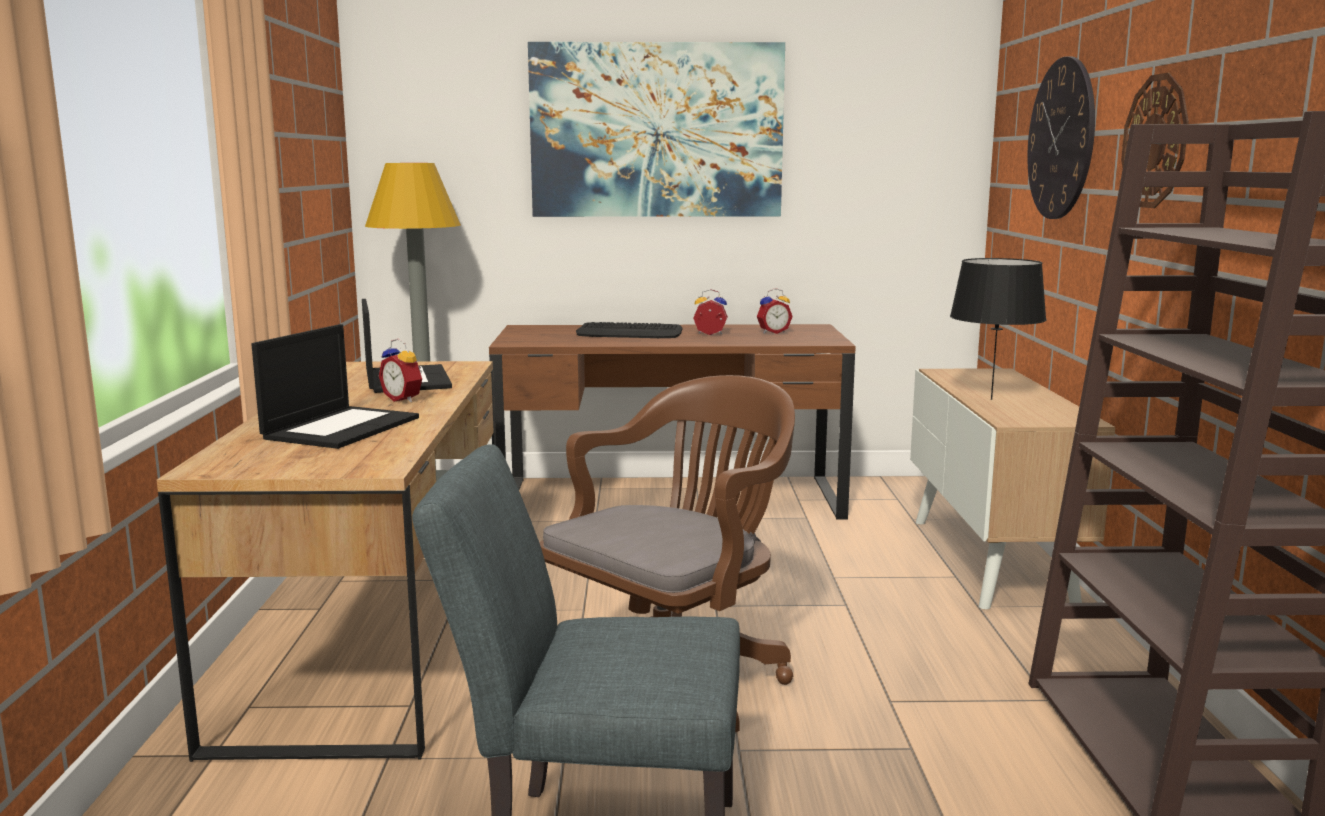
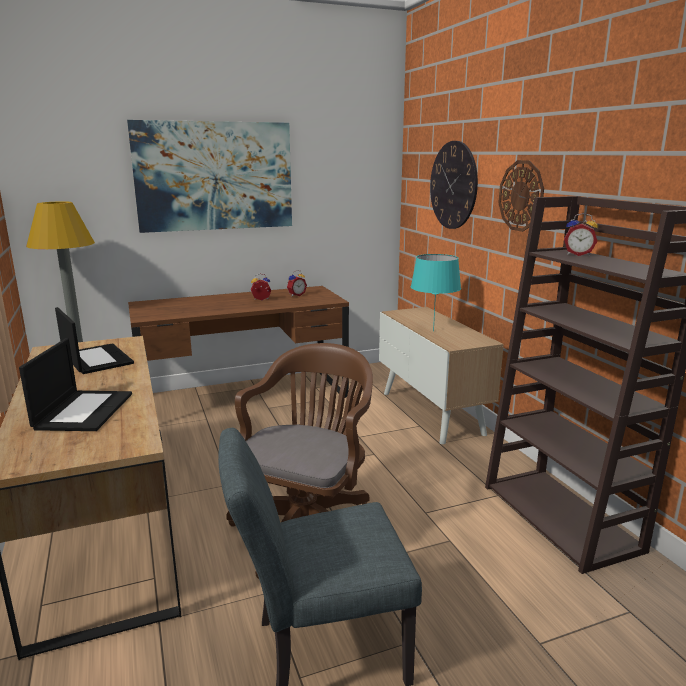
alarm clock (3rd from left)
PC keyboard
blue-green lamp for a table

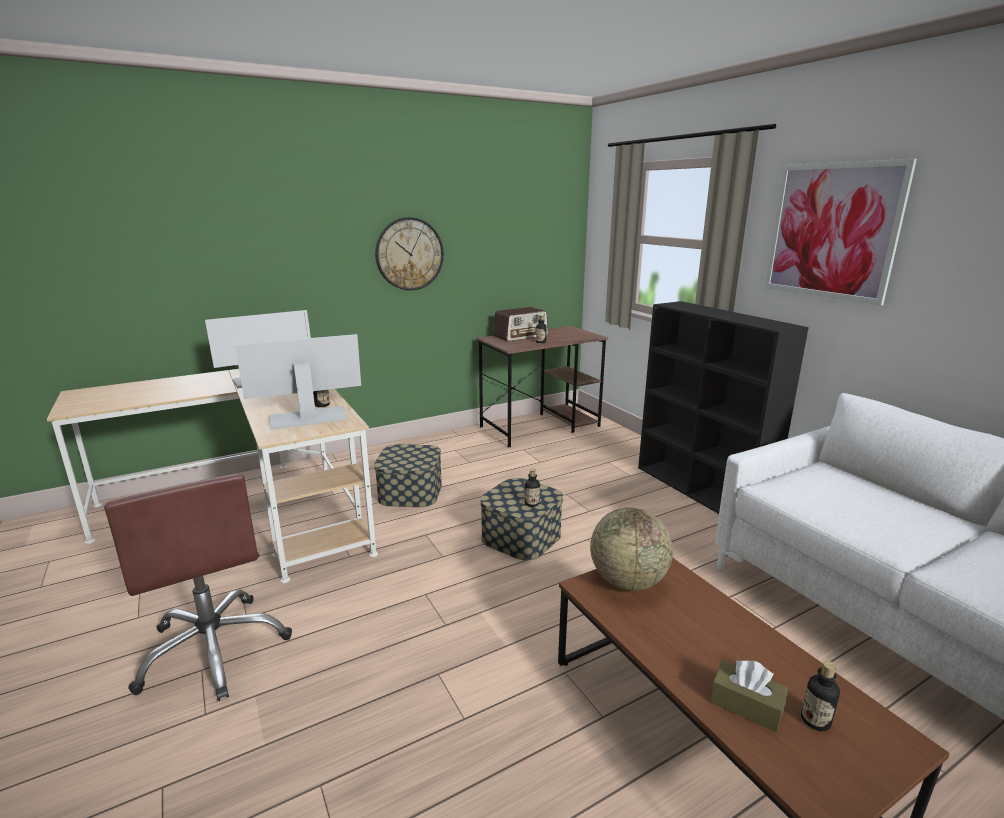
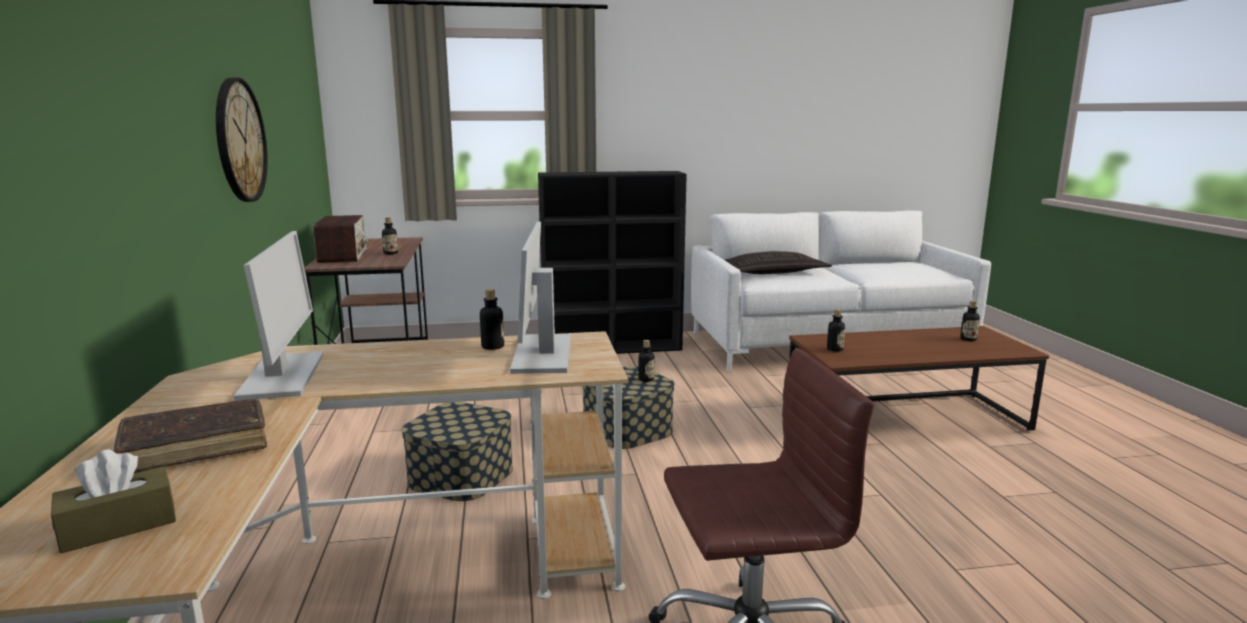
bottle (4th from left)
brown tissue holder
wall picture
brown volume
throw pillow

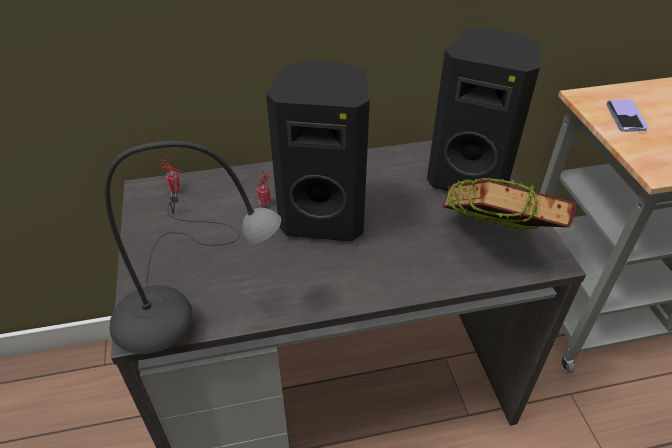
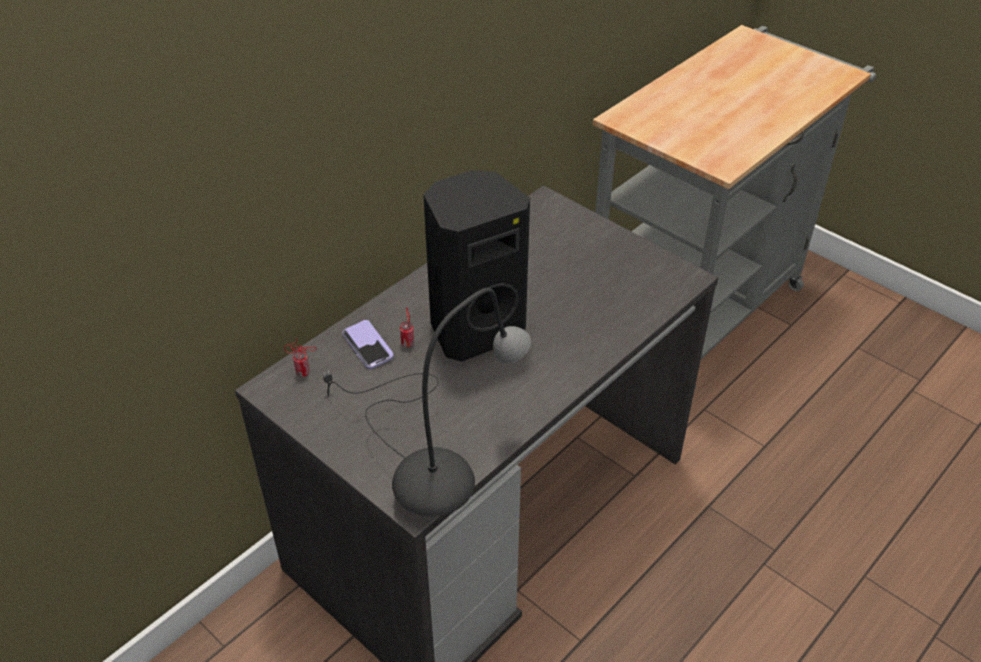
black loudspeaker (2nd from left in the first image)
volume
phone

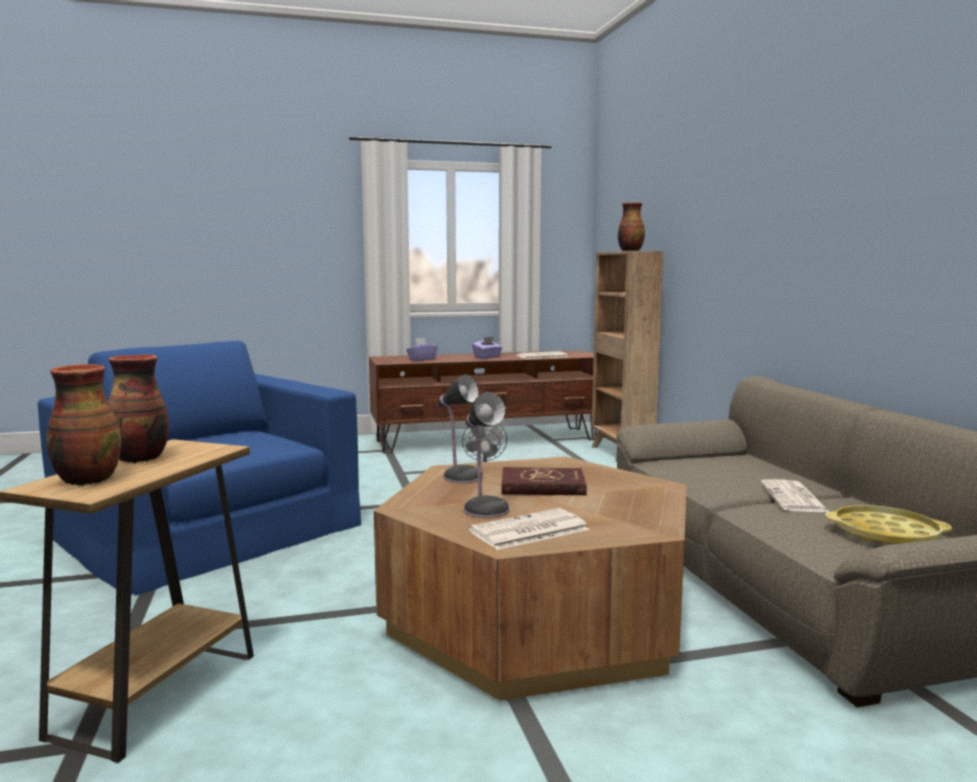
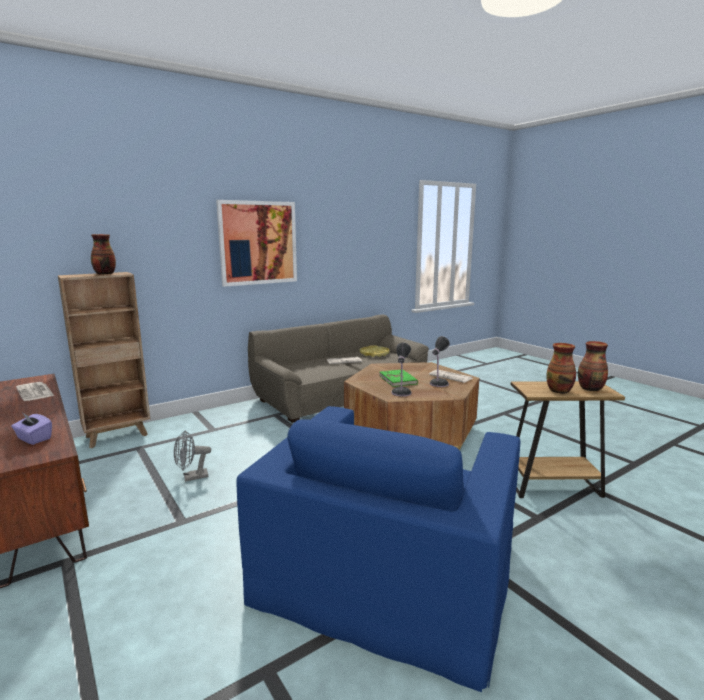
purplish tissue holder (2nd from left in the first image)
greenish volume
wall picture

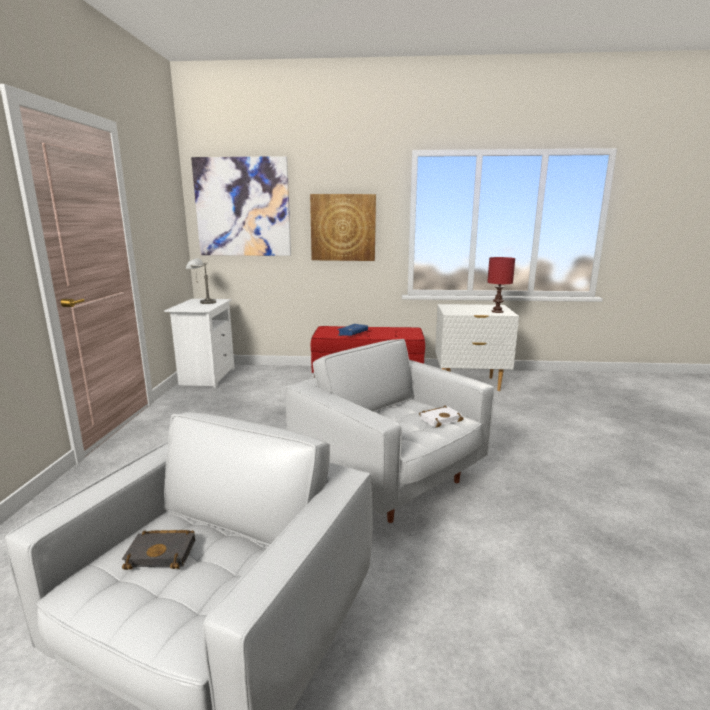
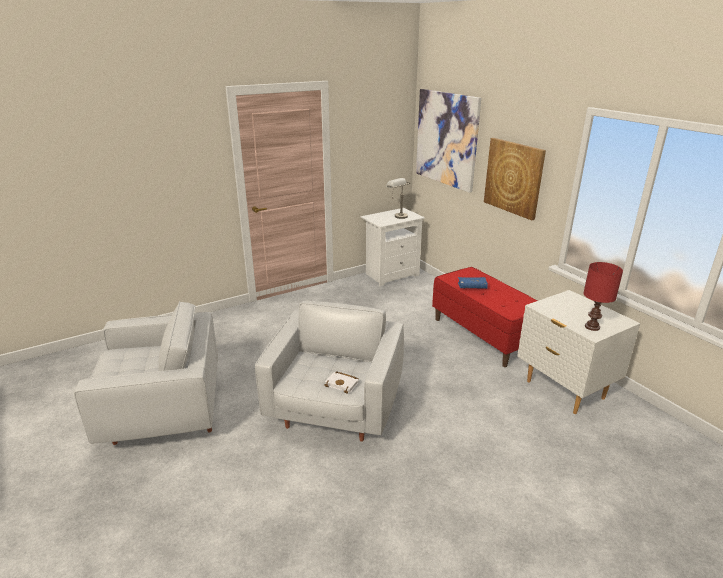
black volume

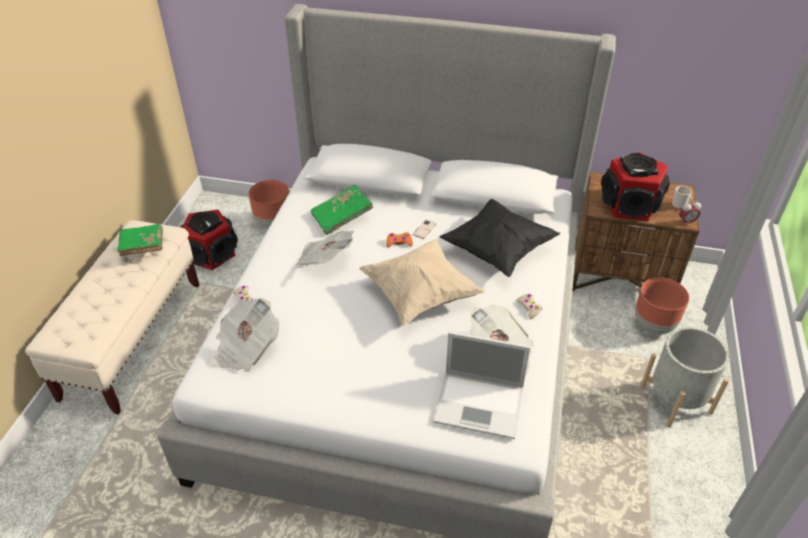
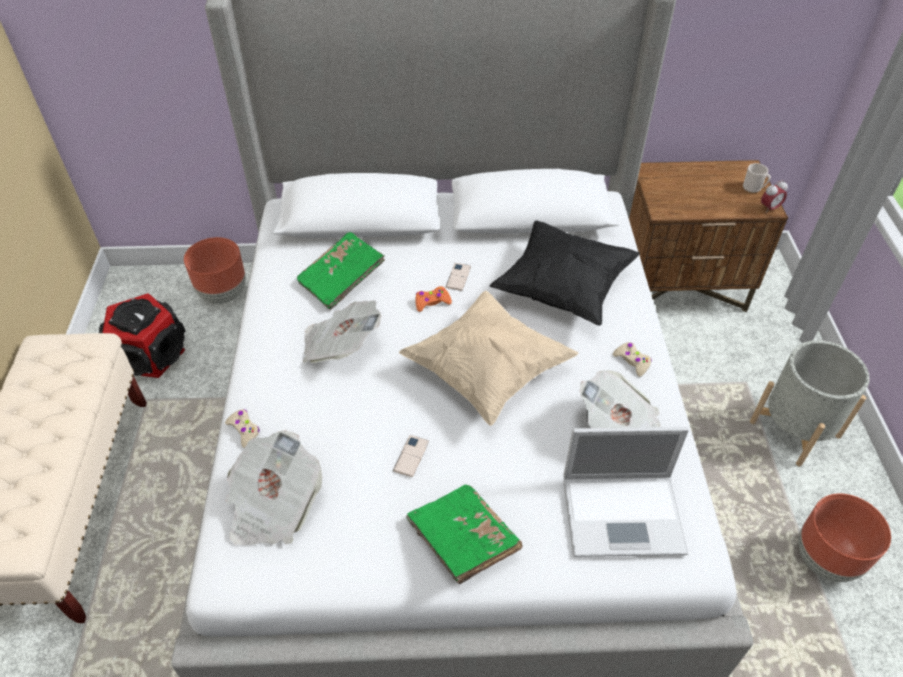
greenish volume (2nd from left)
loudspeaker (2nd from left in the first image)
brown flower pot (2nd from left)
phone (1st from left)

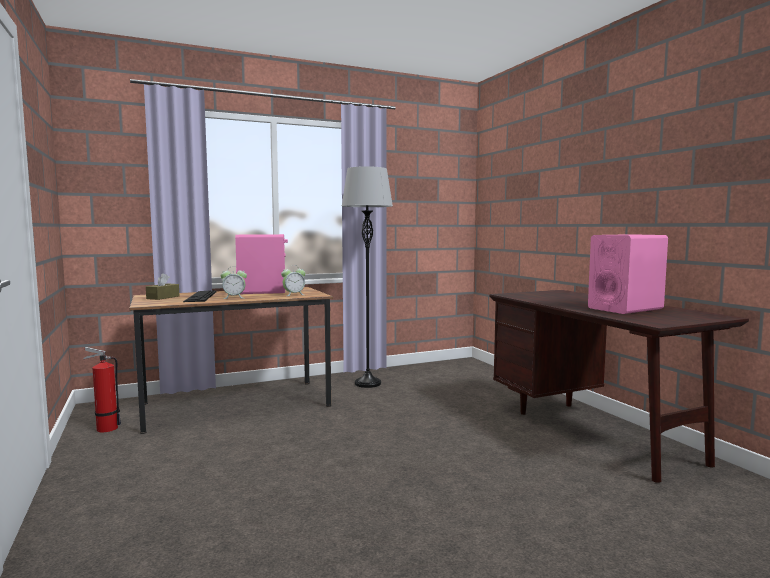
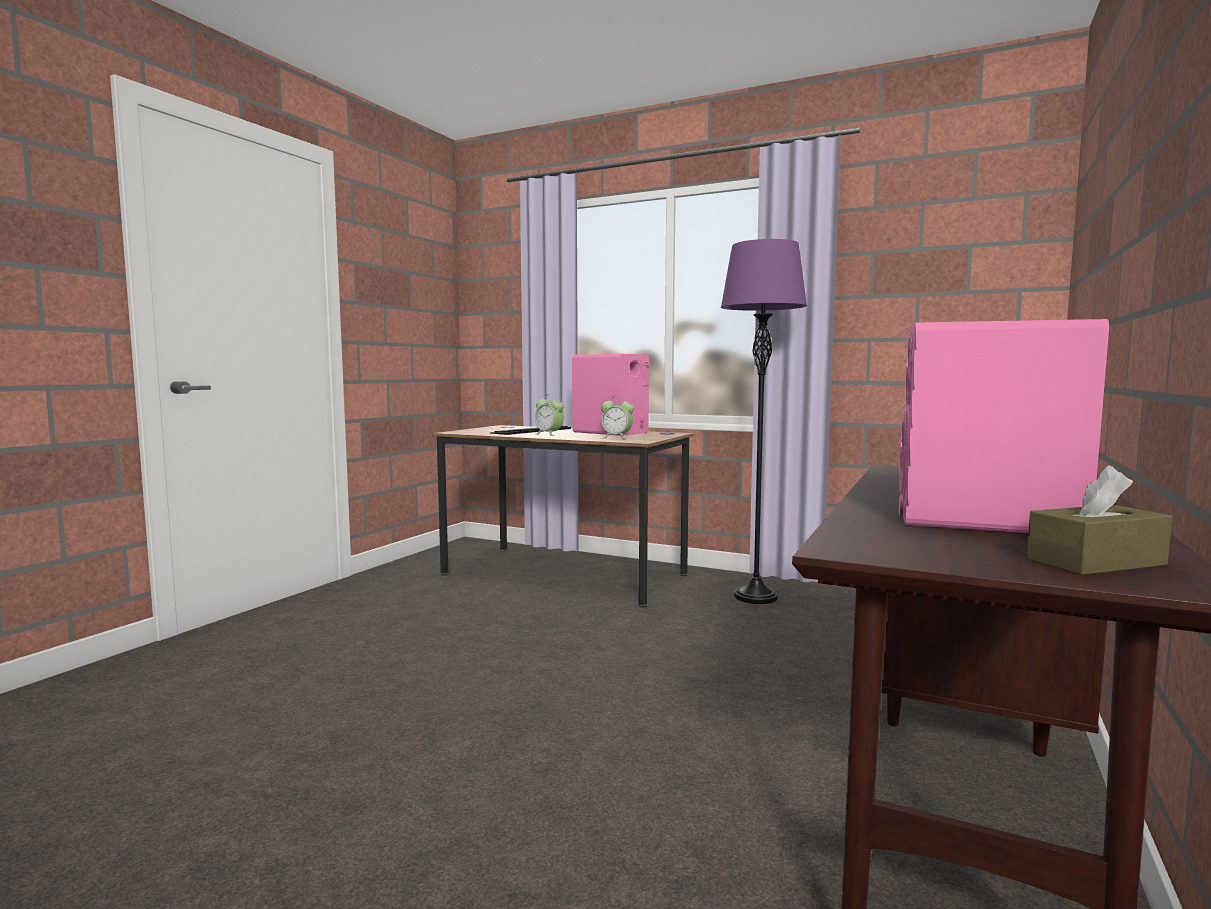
fire-fighting cylinder
brown tissue holder
purplish standard lamp

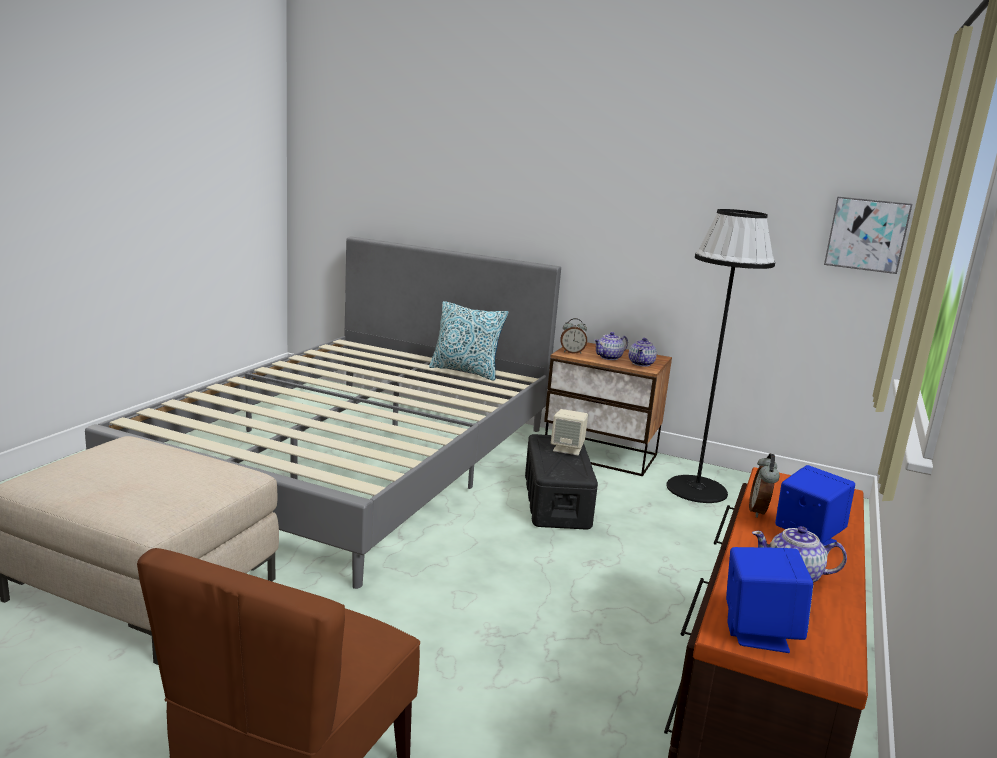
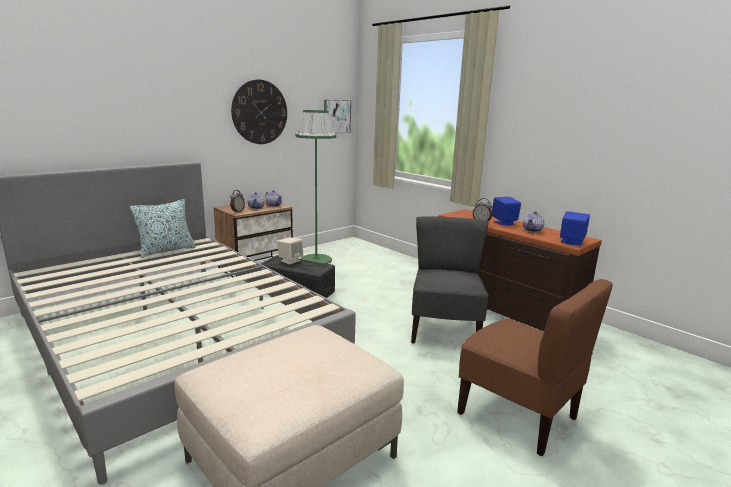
greenish standard lamp
hanging clock
gray plain chair

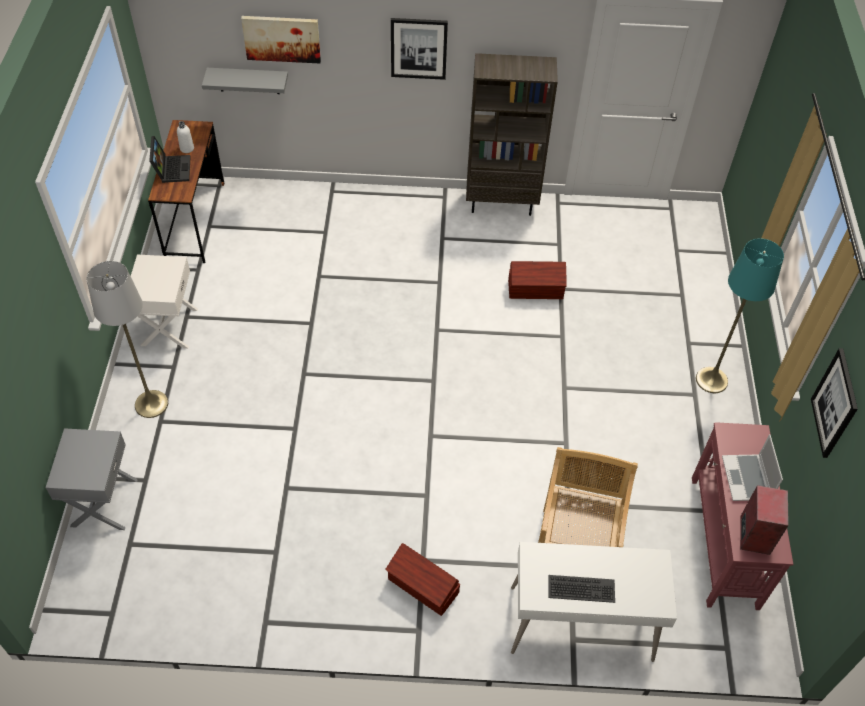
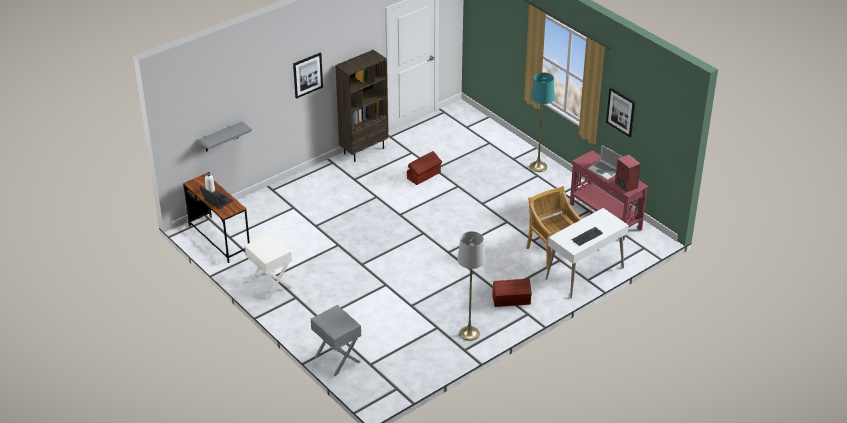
gray standard lamp
wall picture (1st from left in the first image)

